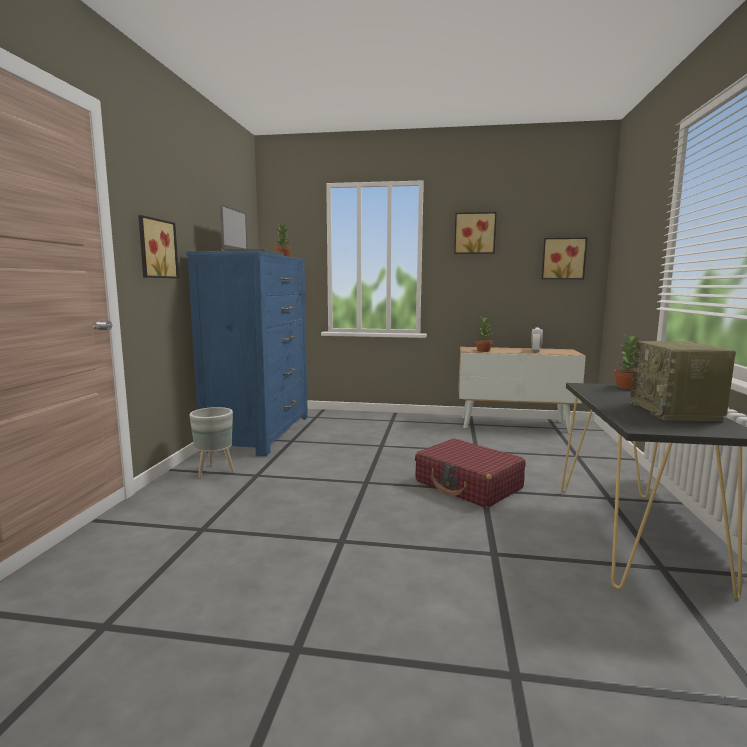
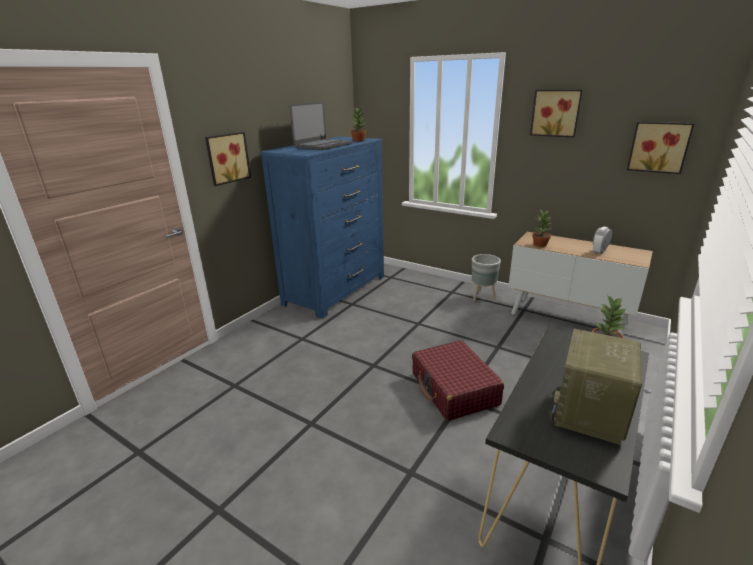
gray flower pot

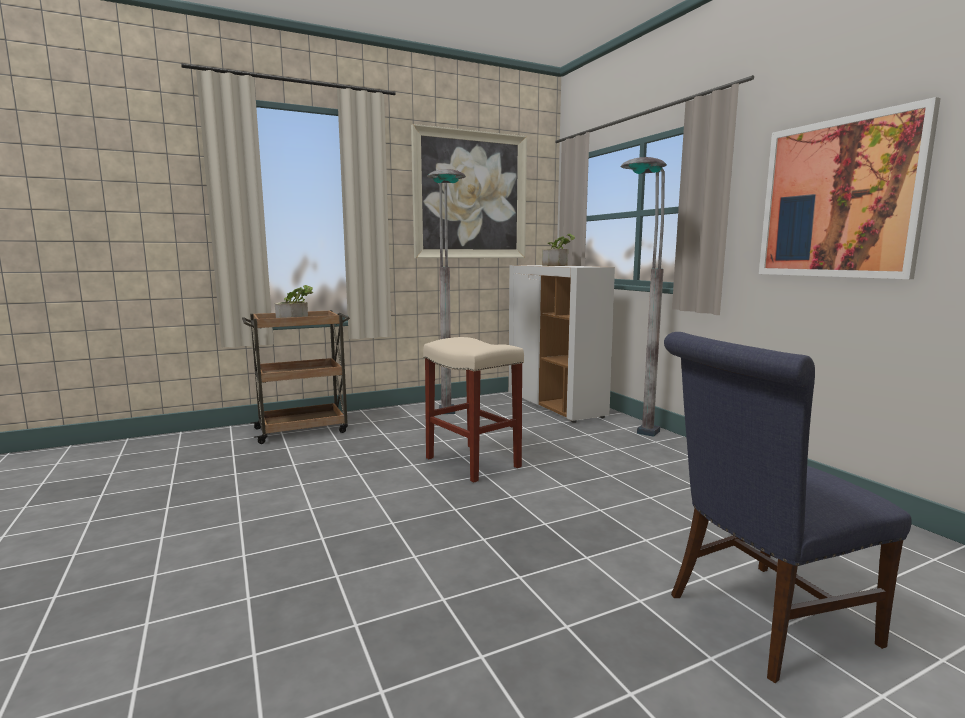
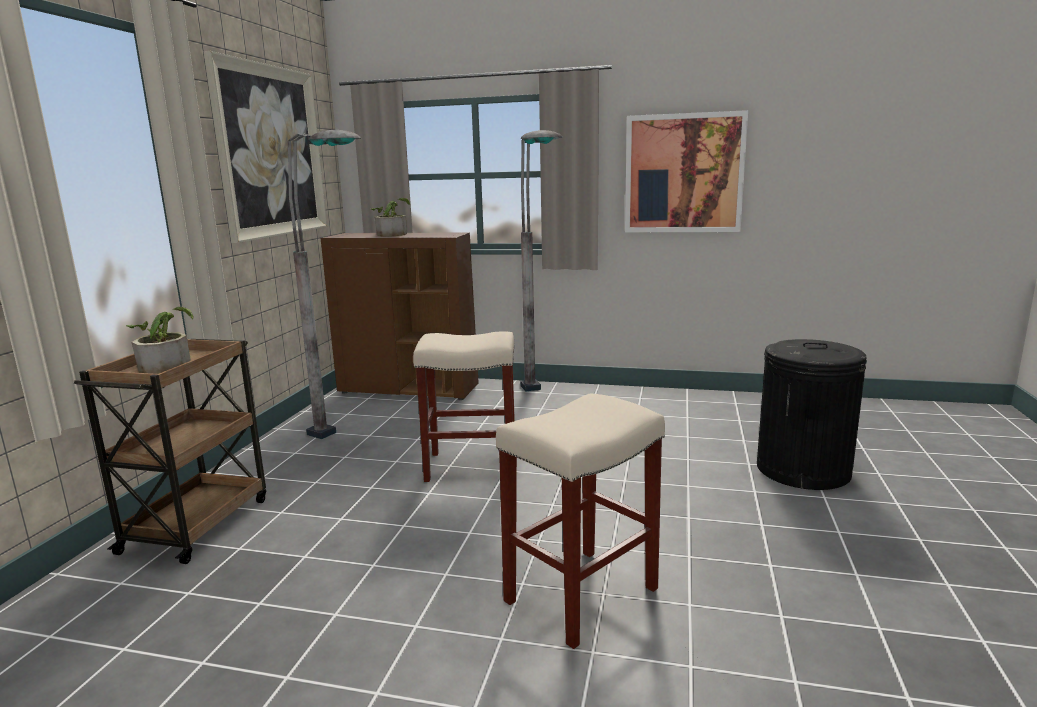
brown storage cabinet
black rubbish bin
beige-coloured sitting stool (2nd from left)

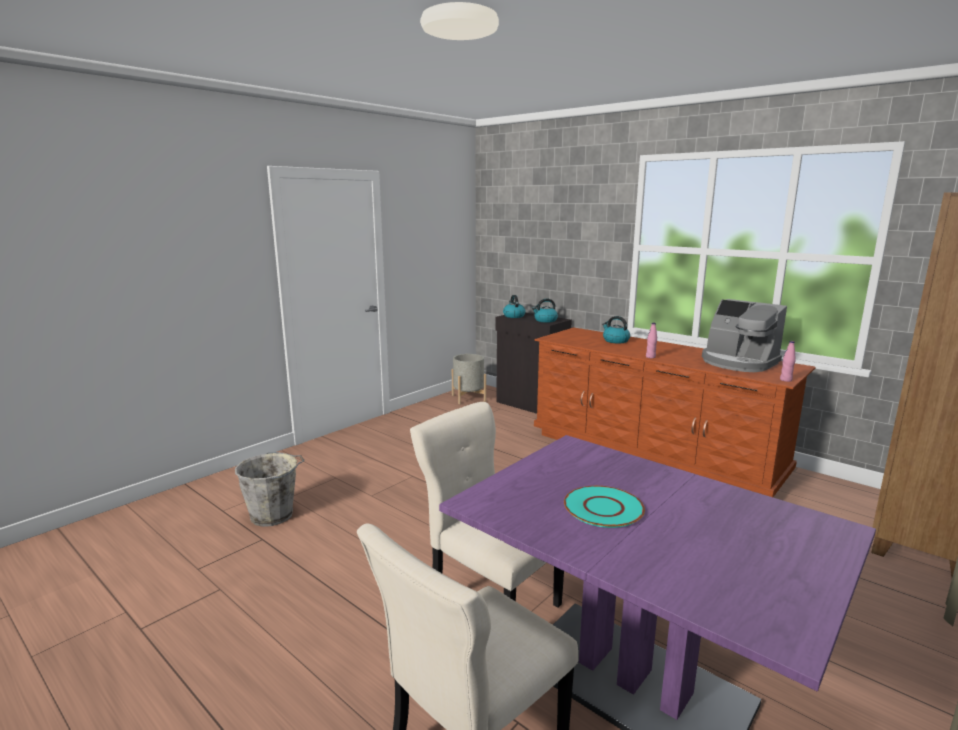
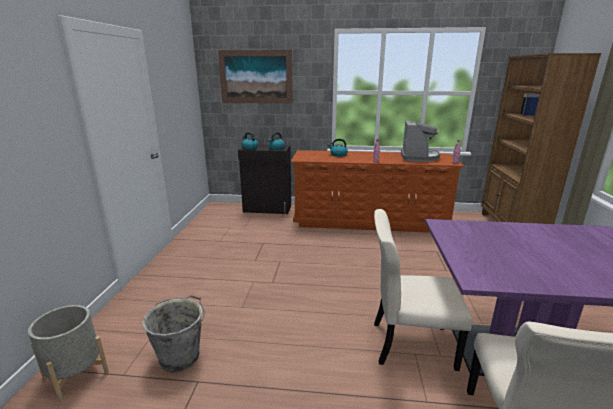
gray flower pot
blue-green dinner plate
coffee machine
wall picture

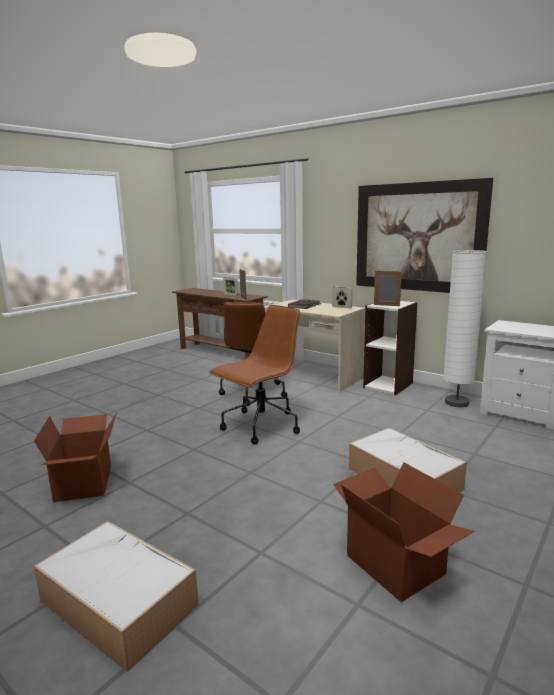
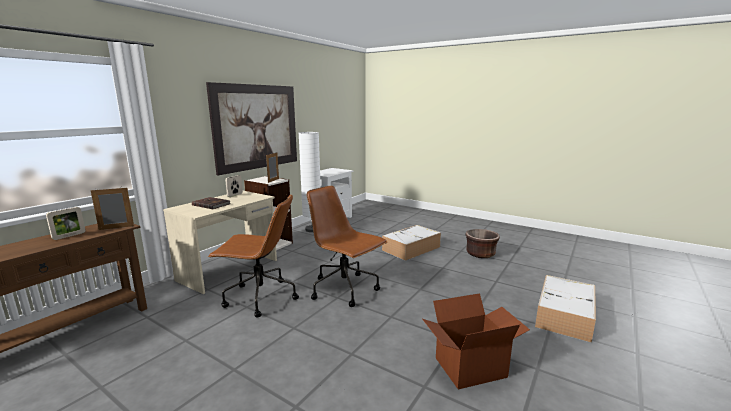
brown flower pot

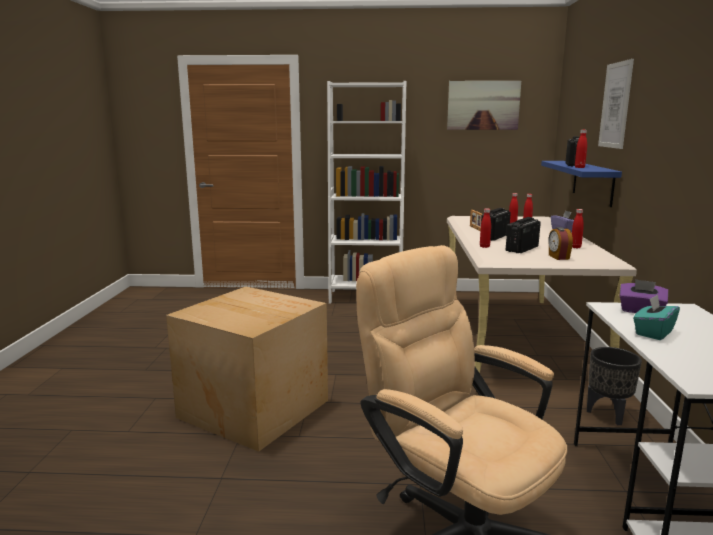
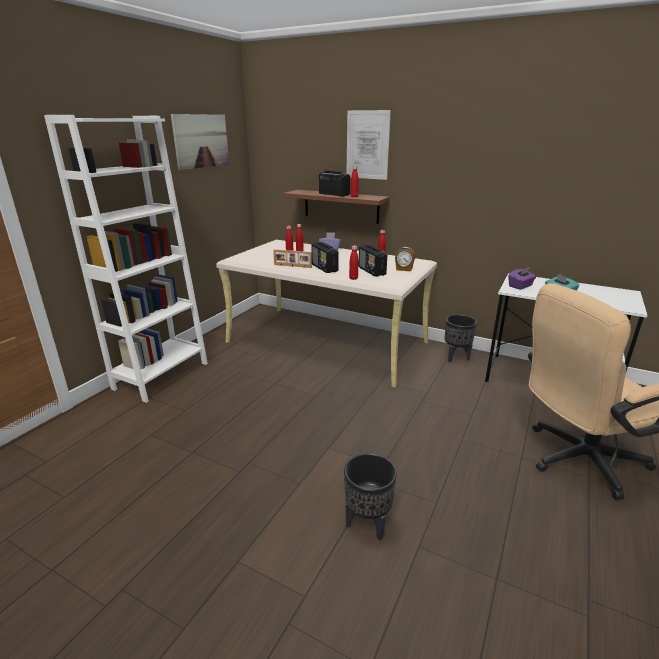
black flower pot (1st from left)
brown wall shelf

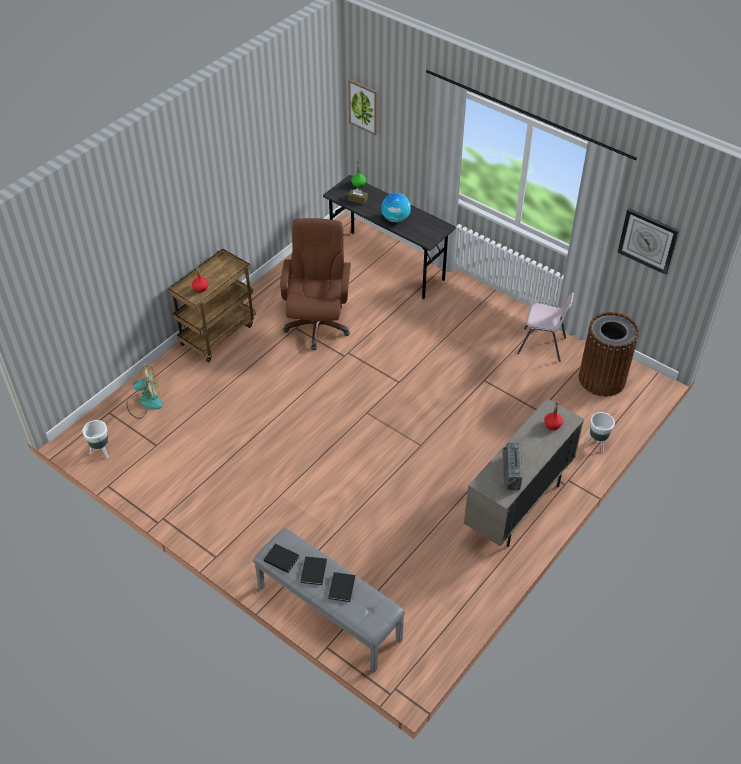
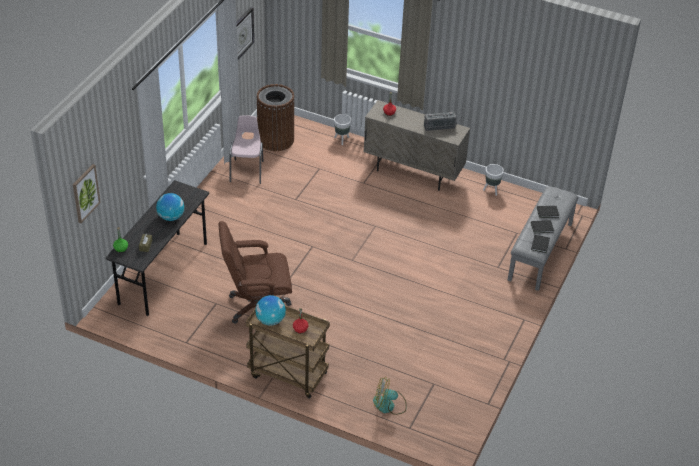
white flower pot (2nd from left)
electric fan
globe (2nd from left)

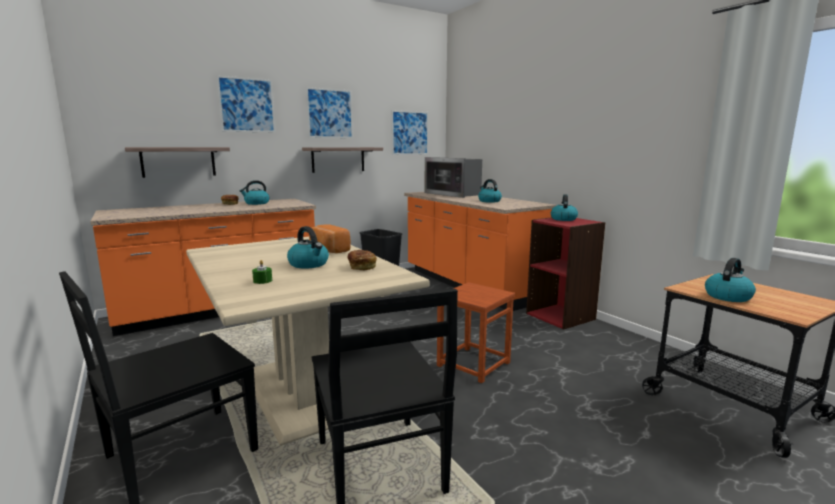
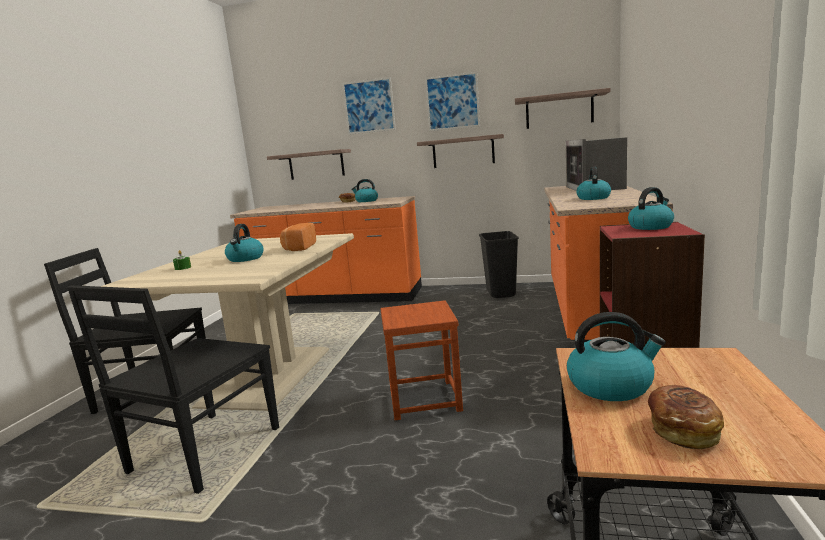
baked bread (3rd from left)
wall shelf (3rd from left)

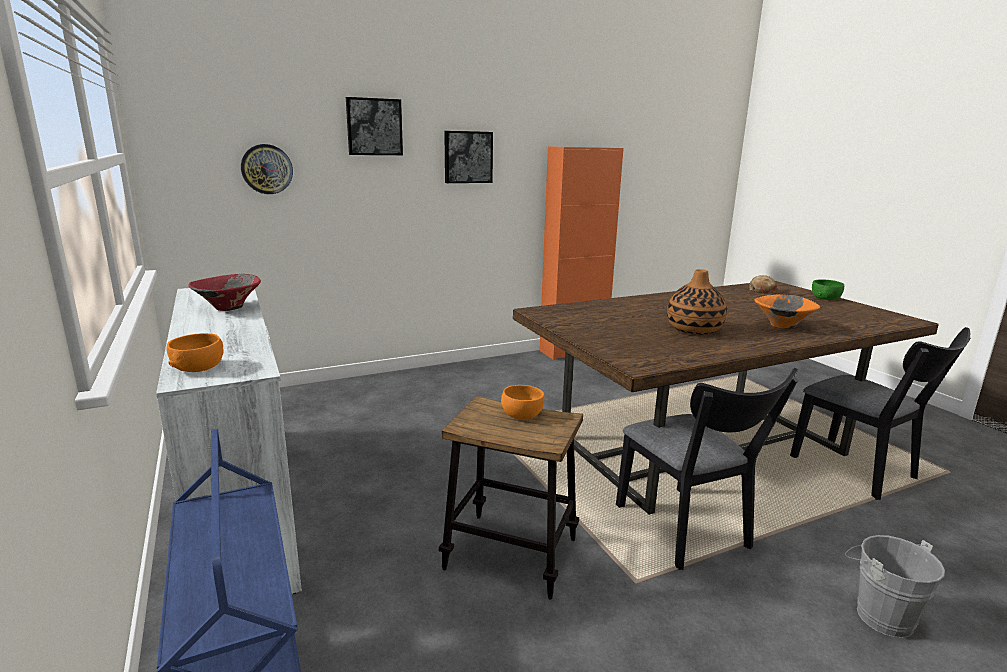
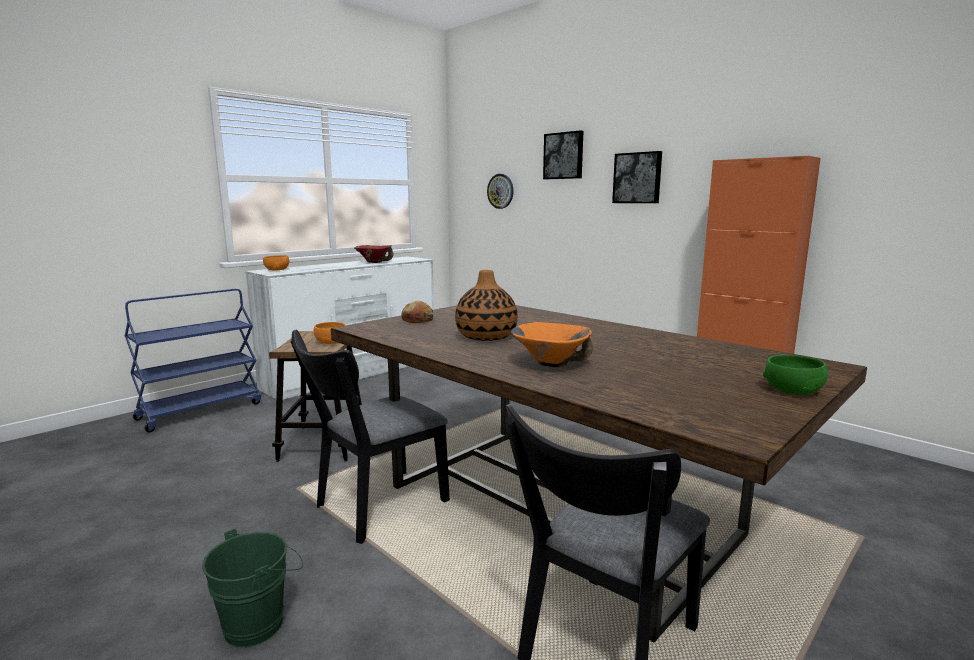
baked bread
greenish pail

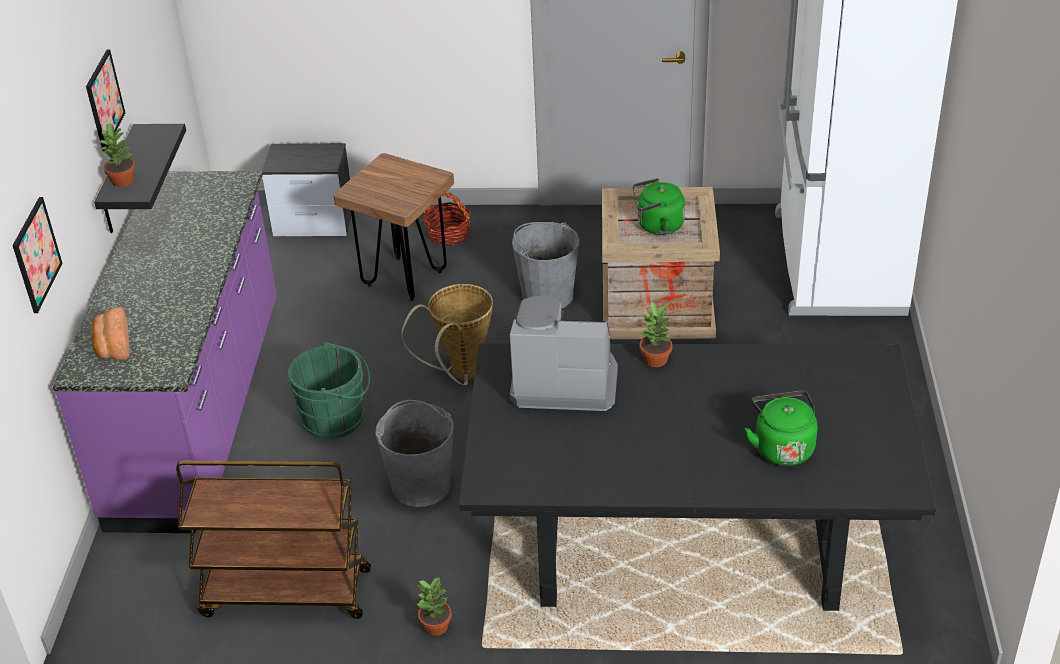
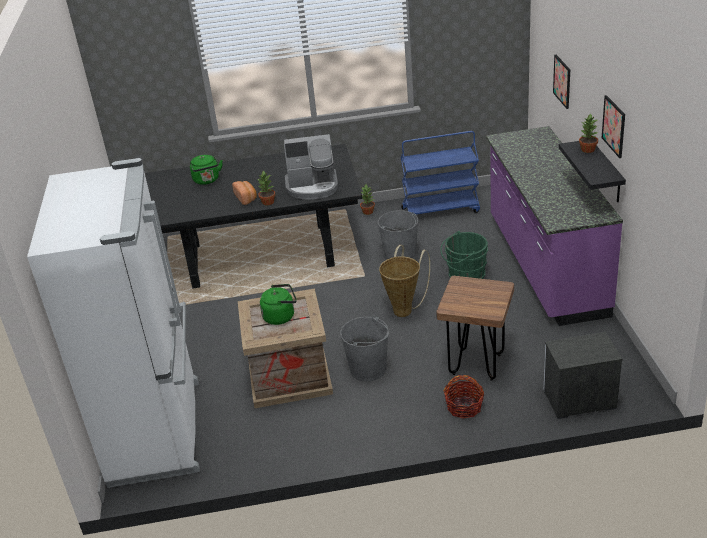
baked bread
blue cart

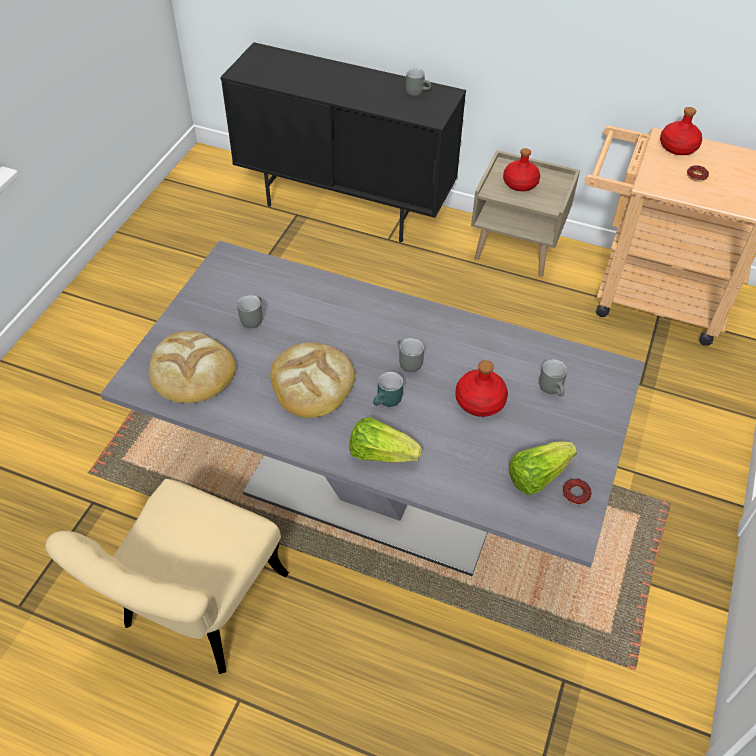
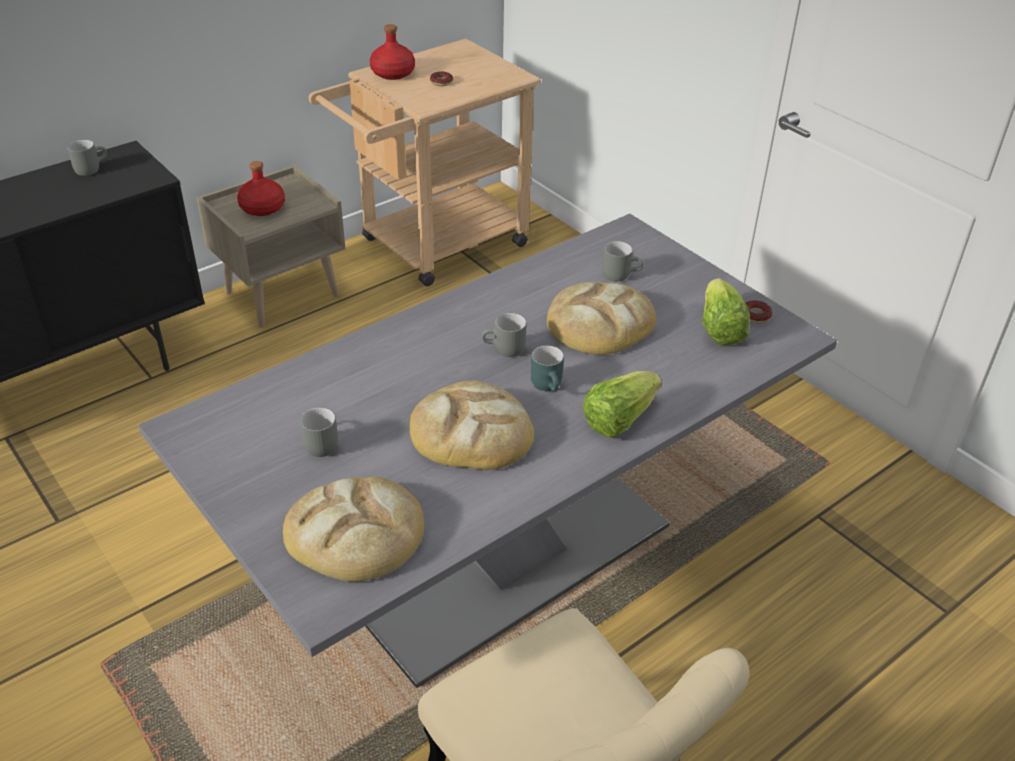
baked bread (3rd from left)

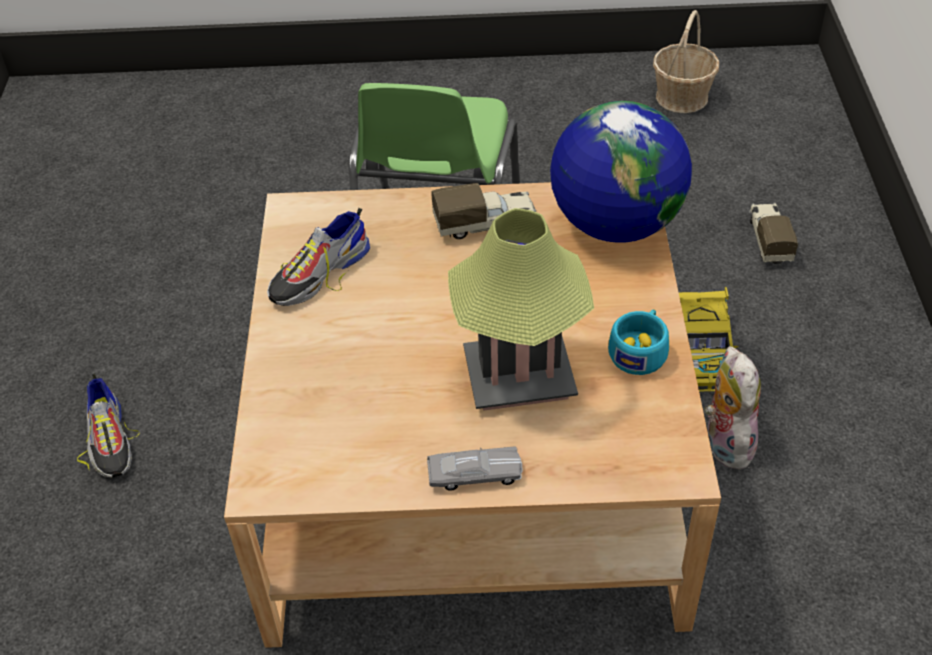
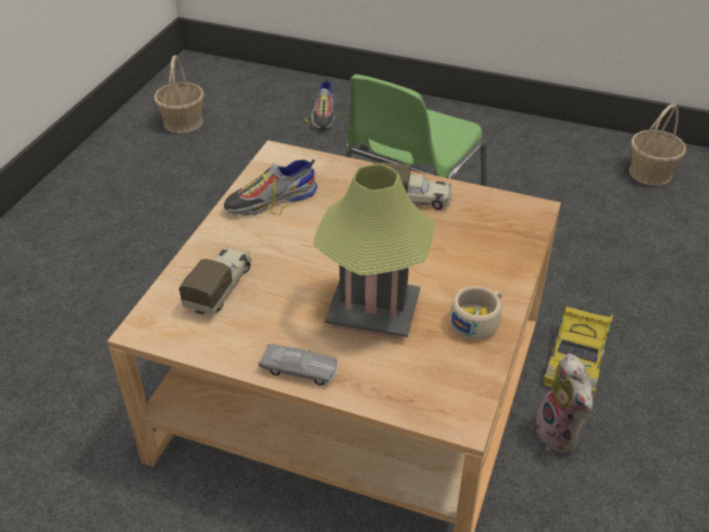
low shoe (2nd from left)
globe
beige-coloured drinking cup
soft toy
toy truck (1st from left)
basket (1st from left)

